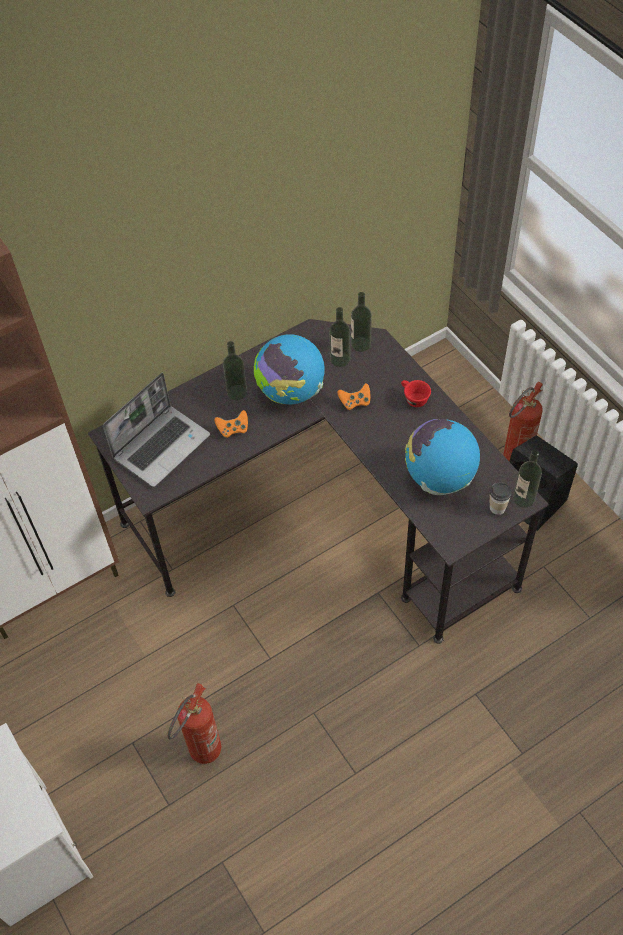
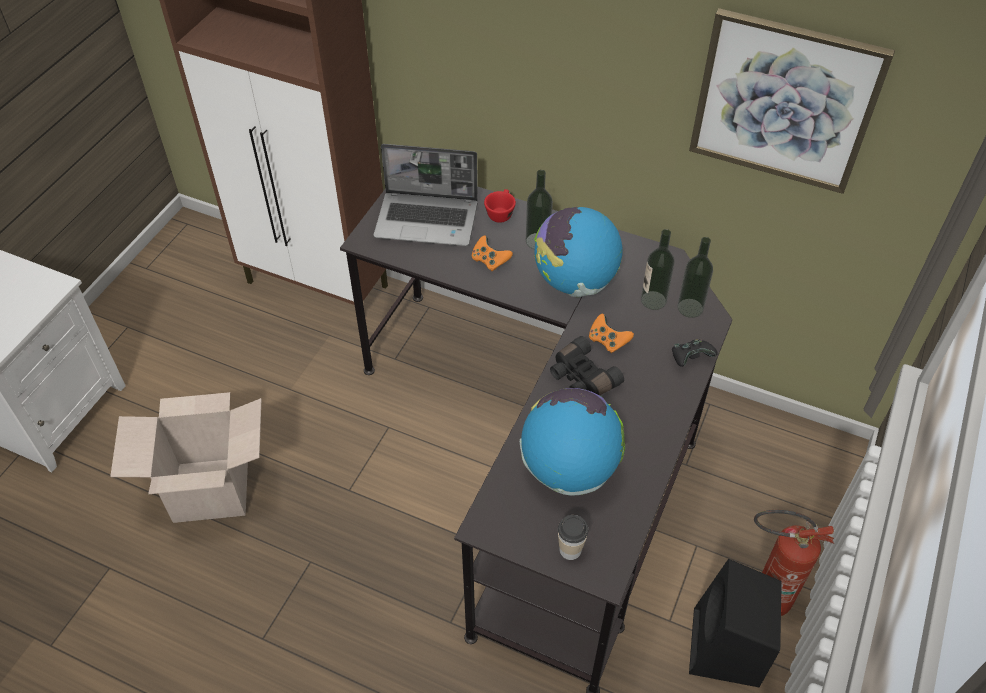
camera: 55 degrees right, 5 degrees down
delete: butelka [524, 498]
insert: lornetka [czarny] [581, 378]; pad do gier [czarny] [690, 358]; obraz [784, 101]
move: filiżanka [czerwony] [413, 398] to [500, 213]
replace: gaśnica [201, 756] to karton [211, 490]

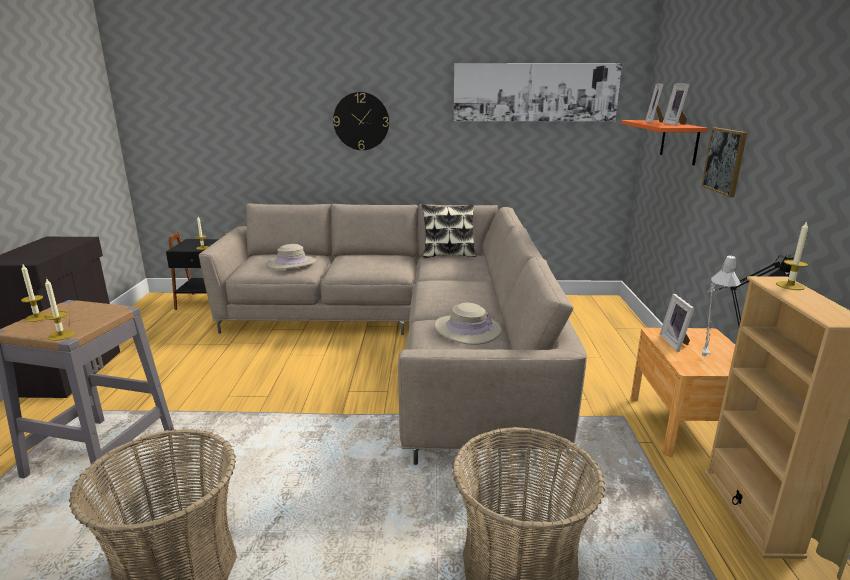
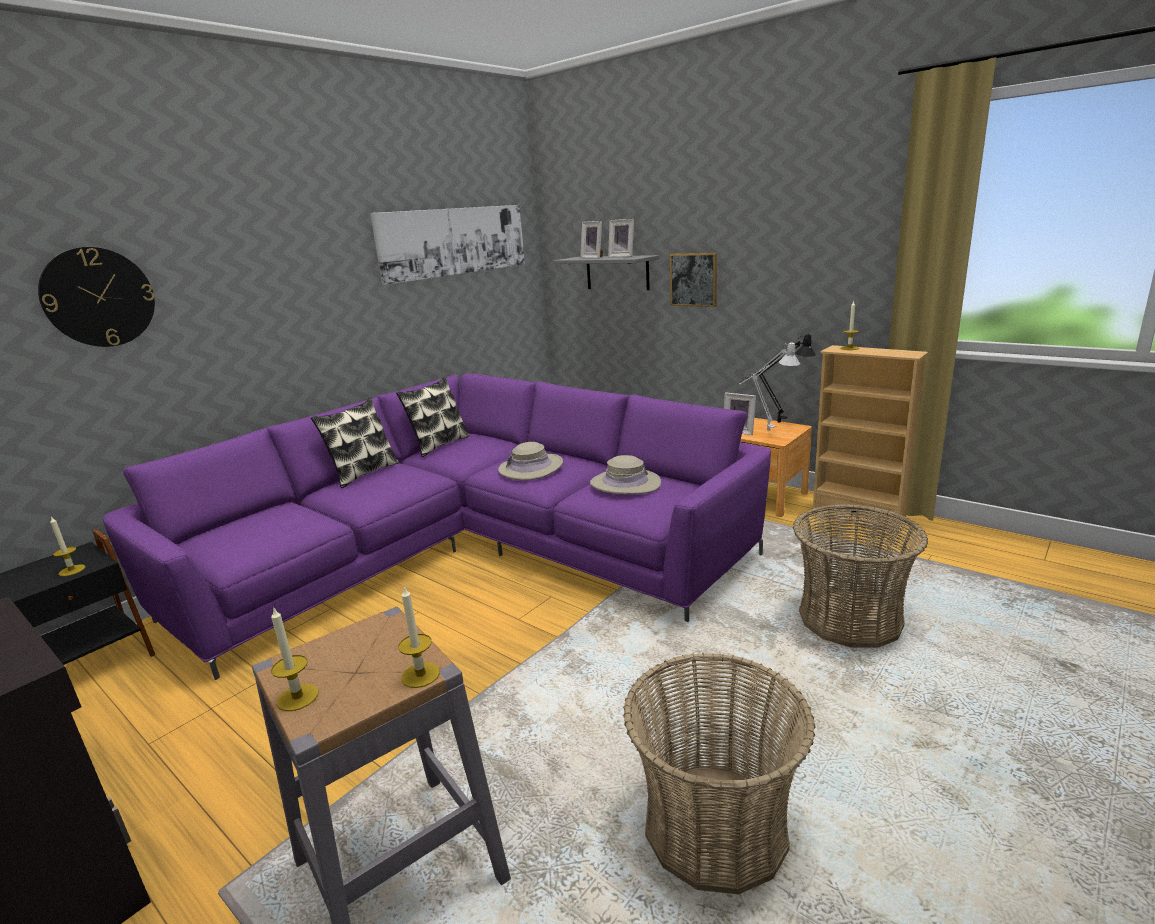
camera: 50 degrees left, 0 degrees up
insert: poduszka [363, 473]
move: kapelusz [beżowy] [292, 263] to [531, 468]; zegar ścienny [361, 121] to [98, 297]
recolor: kanapa [beżowy] [406, 339] to kanapa [fioletowy] [468, 552]; półka [pomarańczowy] [679, 141] to półka [szary] [617, 272]

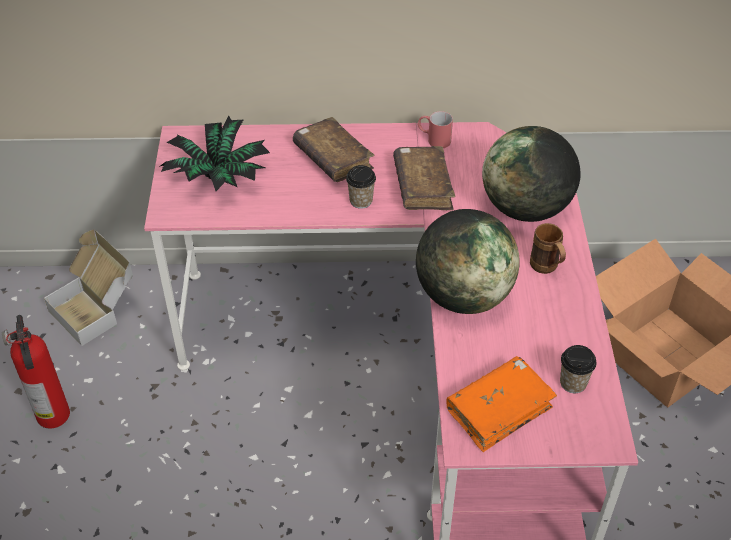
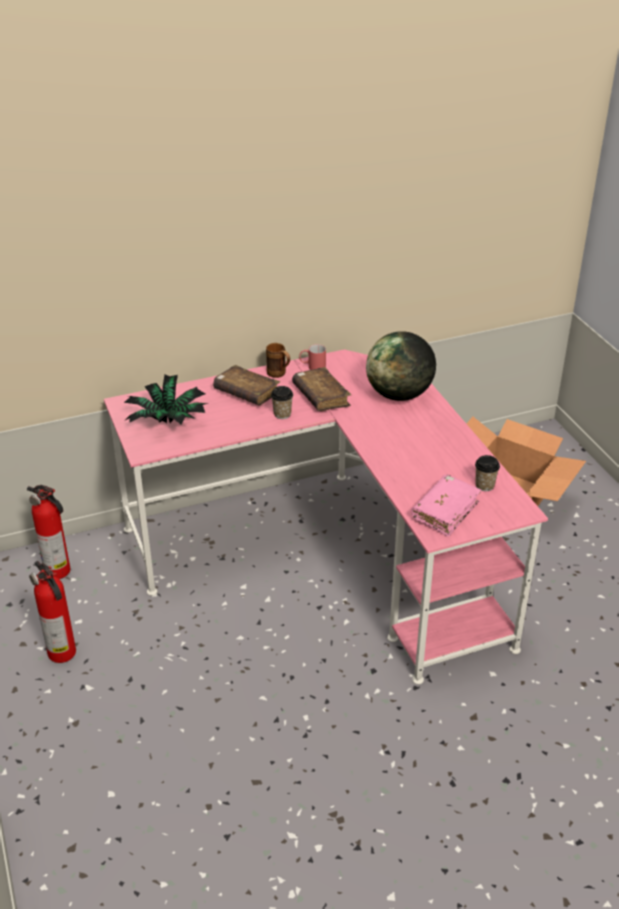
camera: 20 degrees left, 10 degrees down
delete: globus [463, 296]
move: kubek [brązowy] [546, 269] to [279, 375]
replace: karton [97, 309] to gaśnica [59, 571]
recolor: książka [pomarańczowy] [499, 409] to książka [różowy] [445, 511]

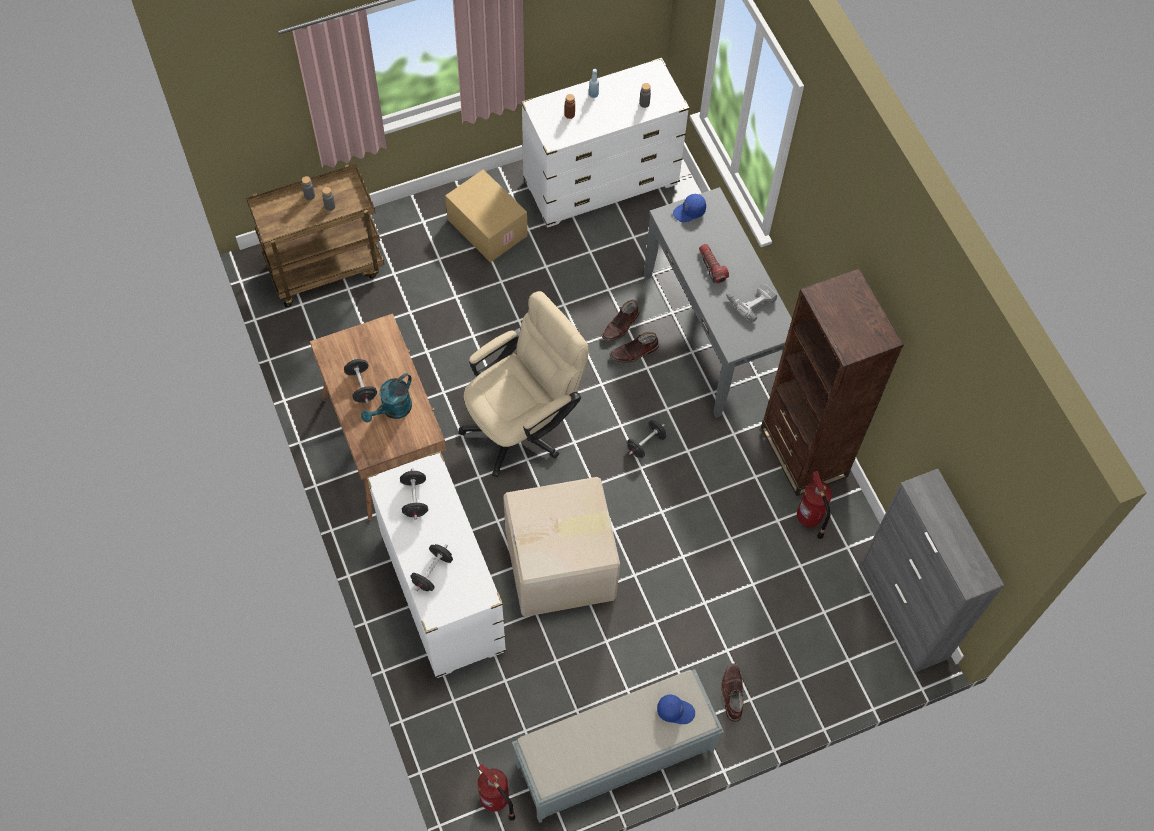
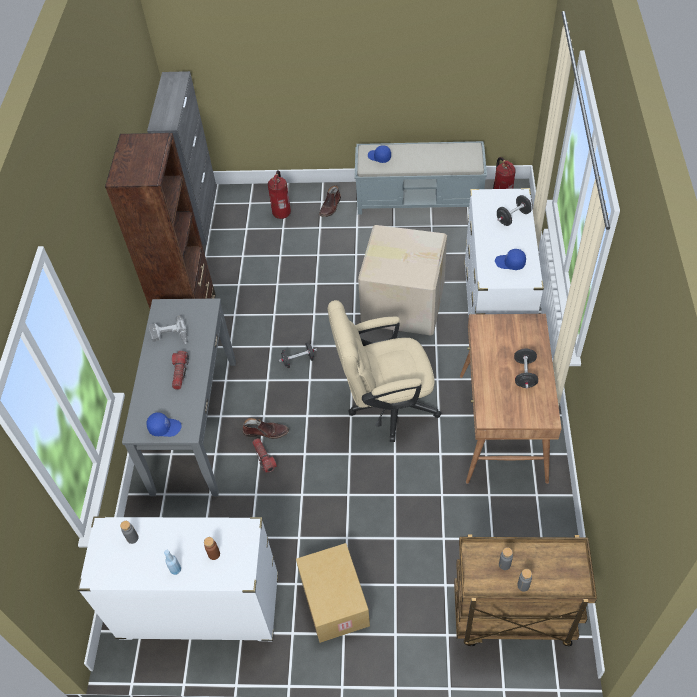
camera: 150 degrees left, 10 degrees down
delete: konewka [turkusowy] [393, 410]
move: gaśnica [809, 518] to [282, 212]
replace: hantel [czarny] [414, 499] to czapka z daszkiem [niebieski] [510, 263]; but z cholewką [brązowy] [621, 325] to latarka [264, 457]

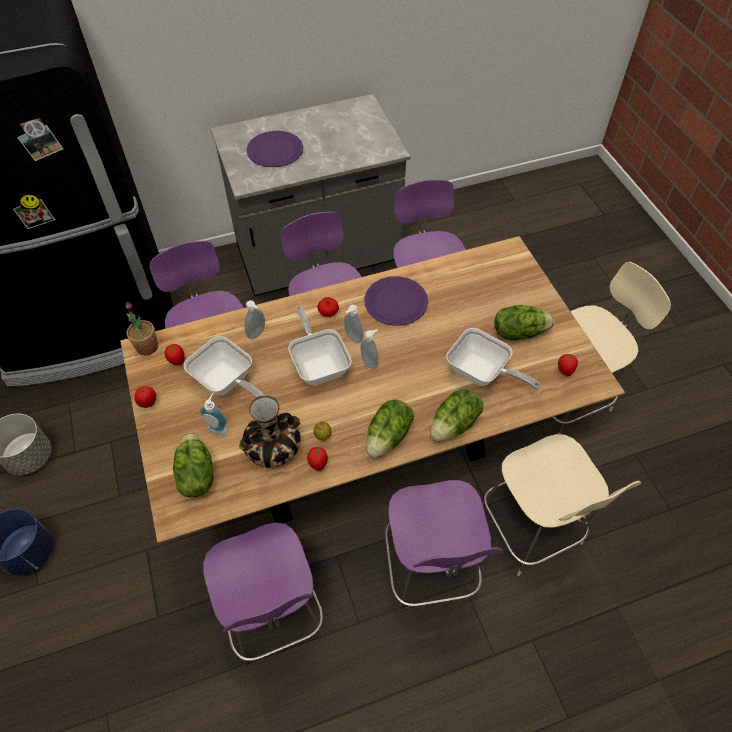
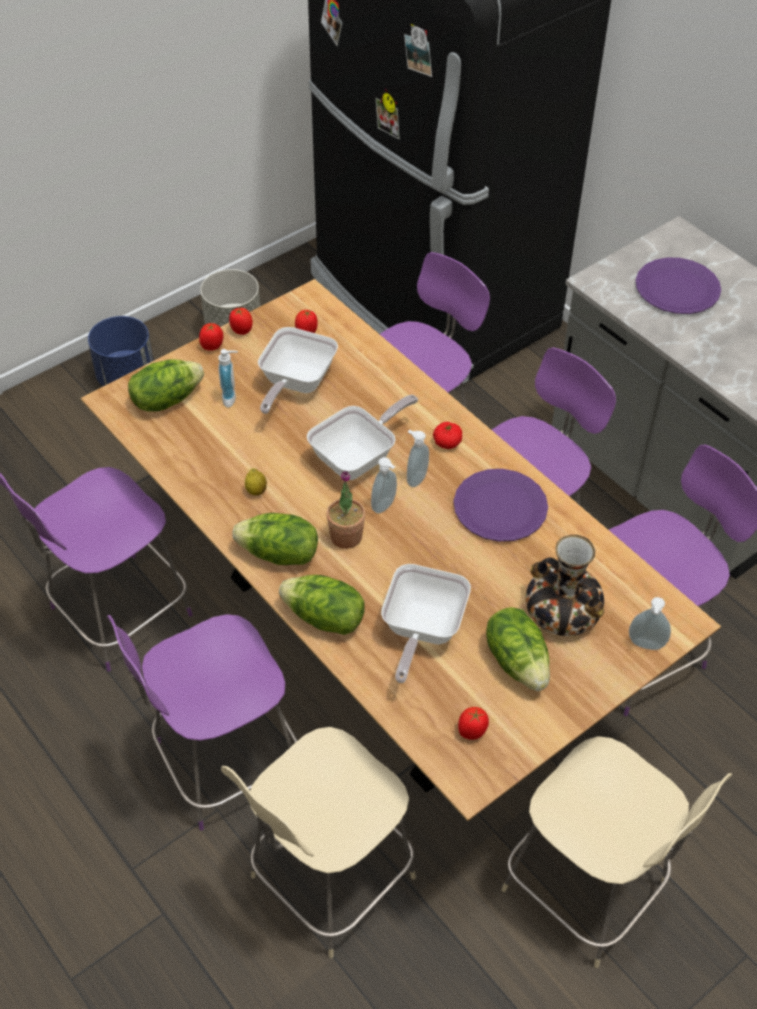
camera: 70 degrees right, 5 degrees down
move: roślina doniczkowa [147, 347] to [346, 536]; wazon [272, 447] to [561, 611]; dozownik mydła [257, 334] to [645, 646]; pomidor [318, 463] to [212, 346]

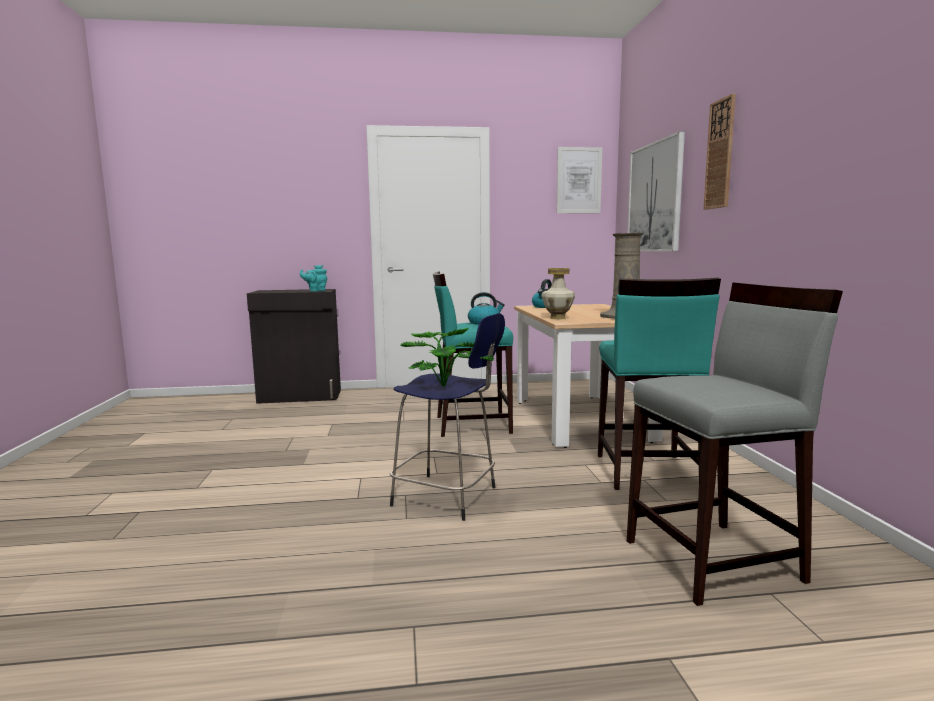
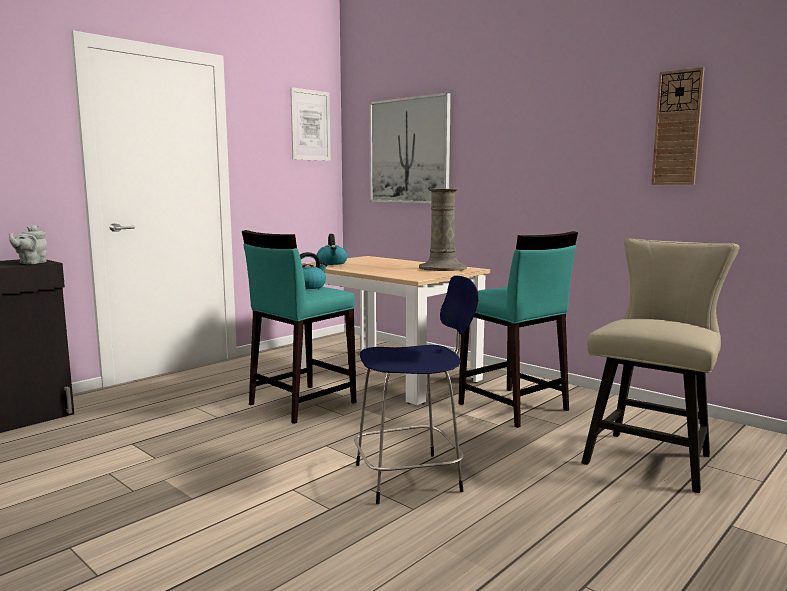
camera: 40 degrees left, 0 degrees up
delete: roślina doniczkowa [447, 385]; wazon [558, 318]
move: zegar ścienny [720, 154] to [677, 128]
replace: stołek [szary] [714, 561] to krzesło [beżowy] [652, 456]
recolor: imbryk [turkusowy] [315, 291] to imbryk [szary] [31, 263]

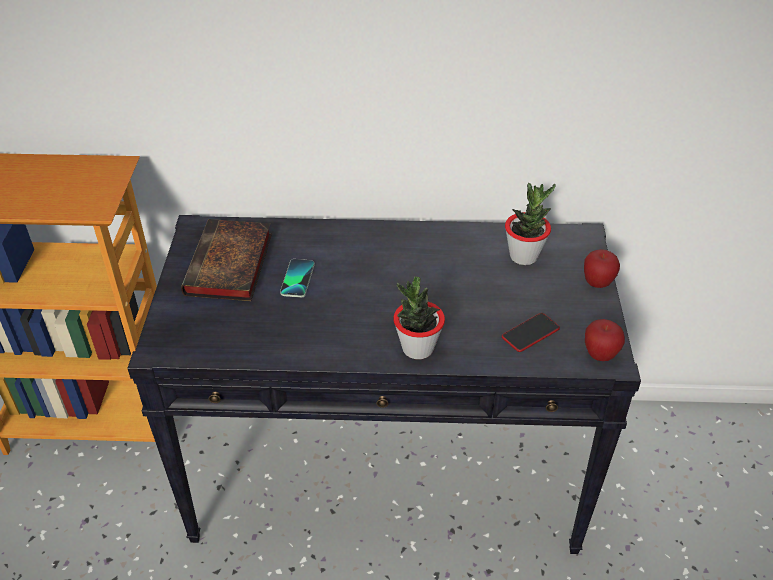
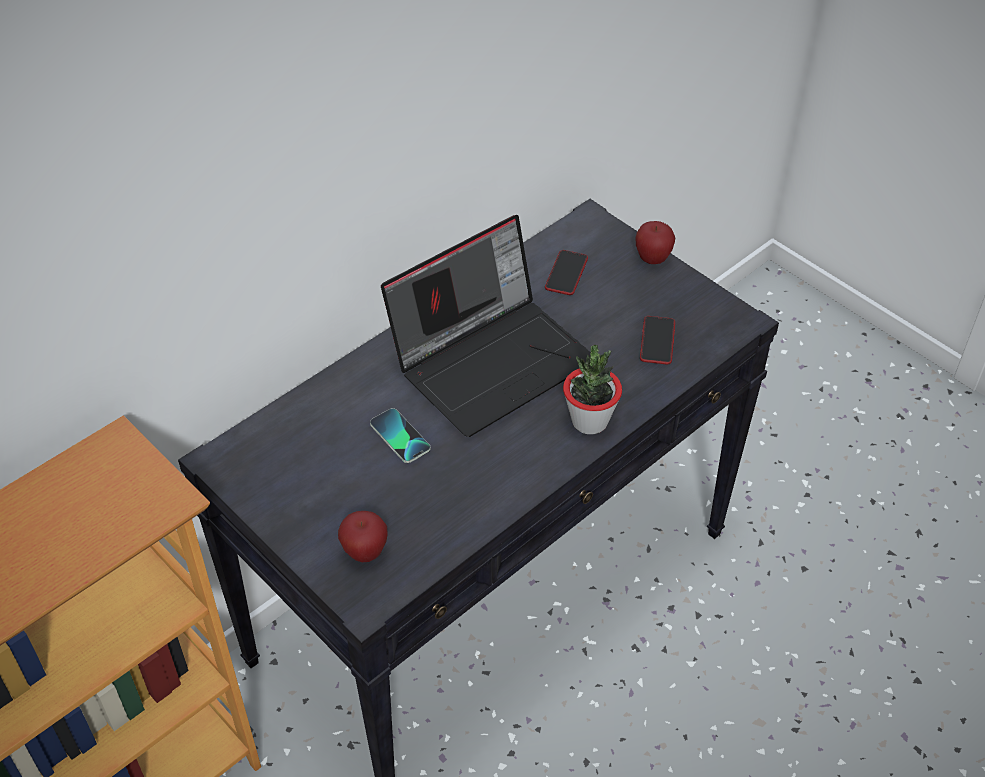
camera: 45 degrees left, 5 degrees up
delete: książka [229, 267]
insert: laptop [492, 360]
move: jabłko [600, 355] to [365, 552]
replace: roślina doniczkowa [524, 256] to telefon [566, 273]

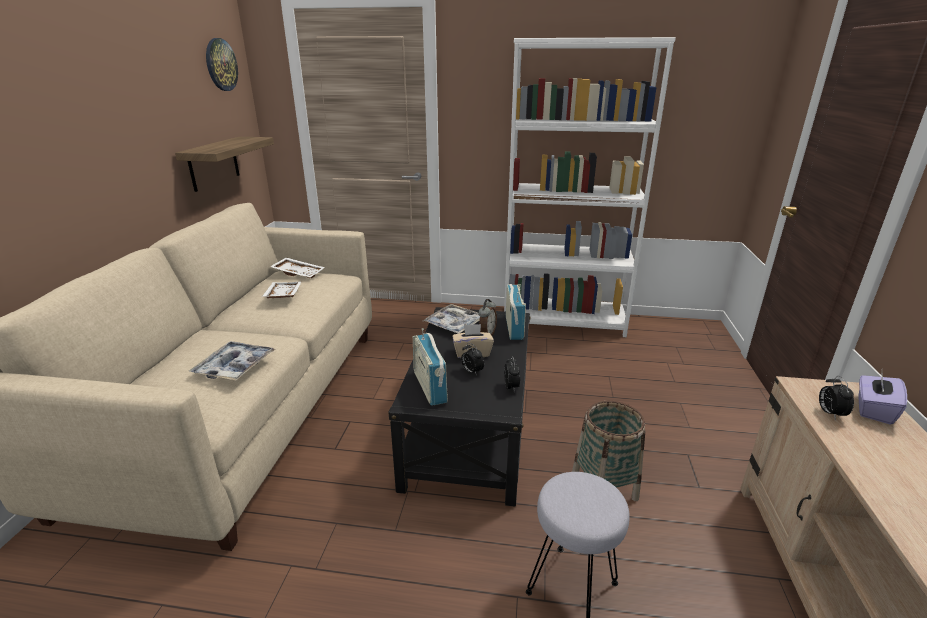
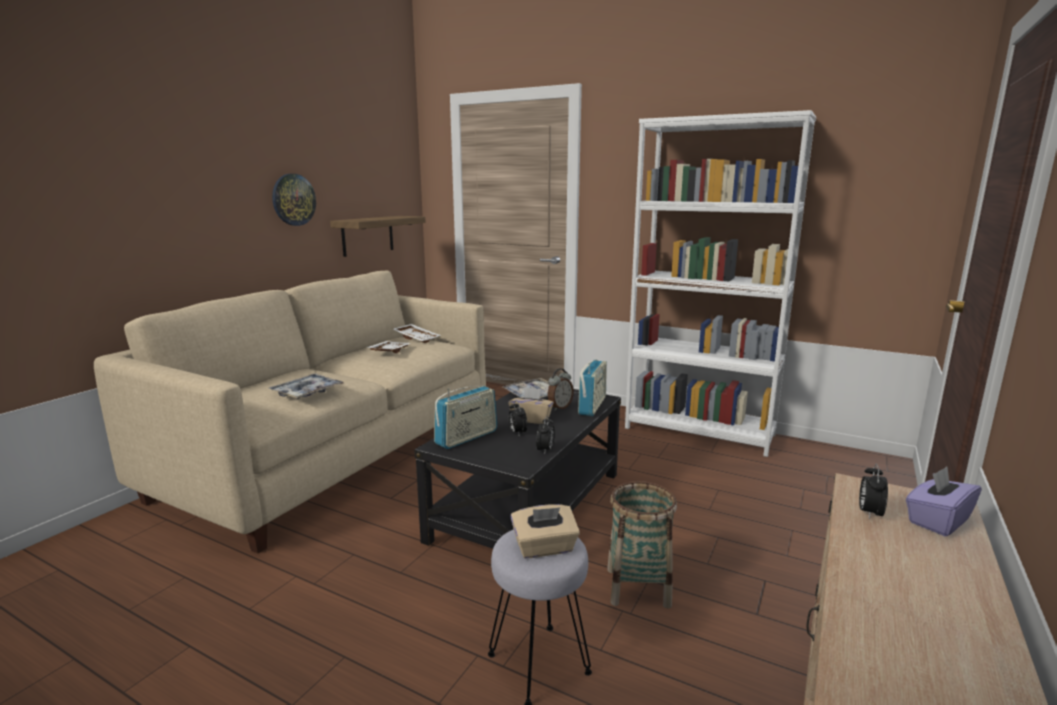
camera: 20 degrees right, 10 degrees down
insert: pudełko chusteczek [beżowy] [544, 548]
move: zegar ścienny [221, 65] to [293, 199]
rotate: radio [430, 387] = [466, 437] 135 degrees counterclockwise

